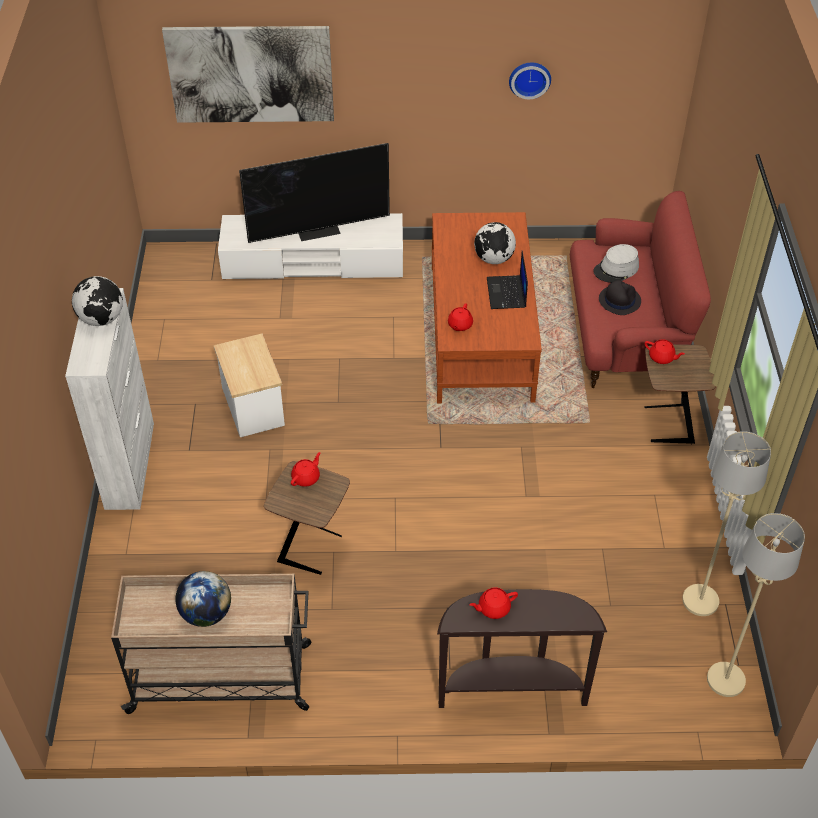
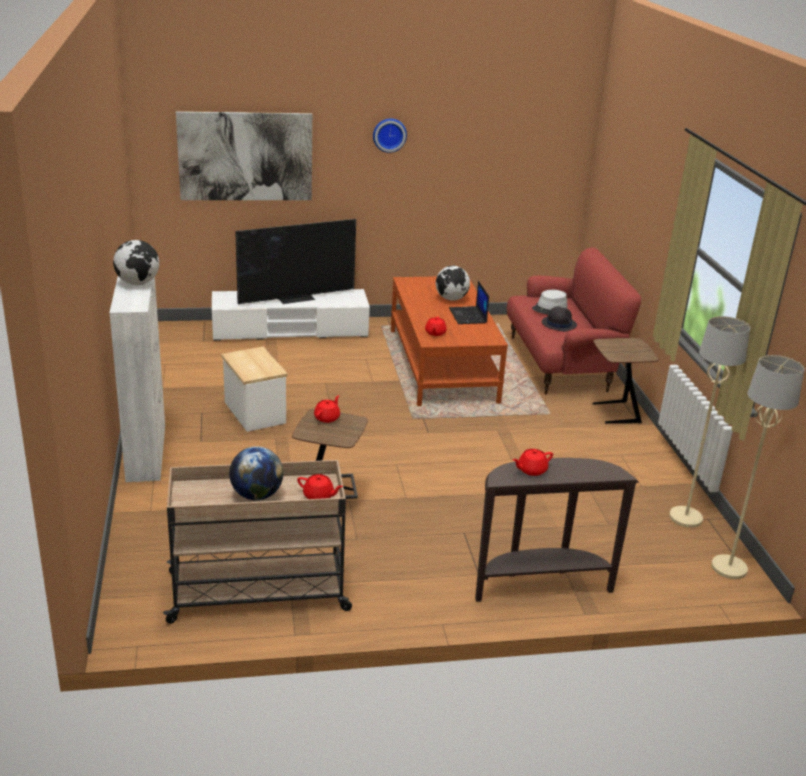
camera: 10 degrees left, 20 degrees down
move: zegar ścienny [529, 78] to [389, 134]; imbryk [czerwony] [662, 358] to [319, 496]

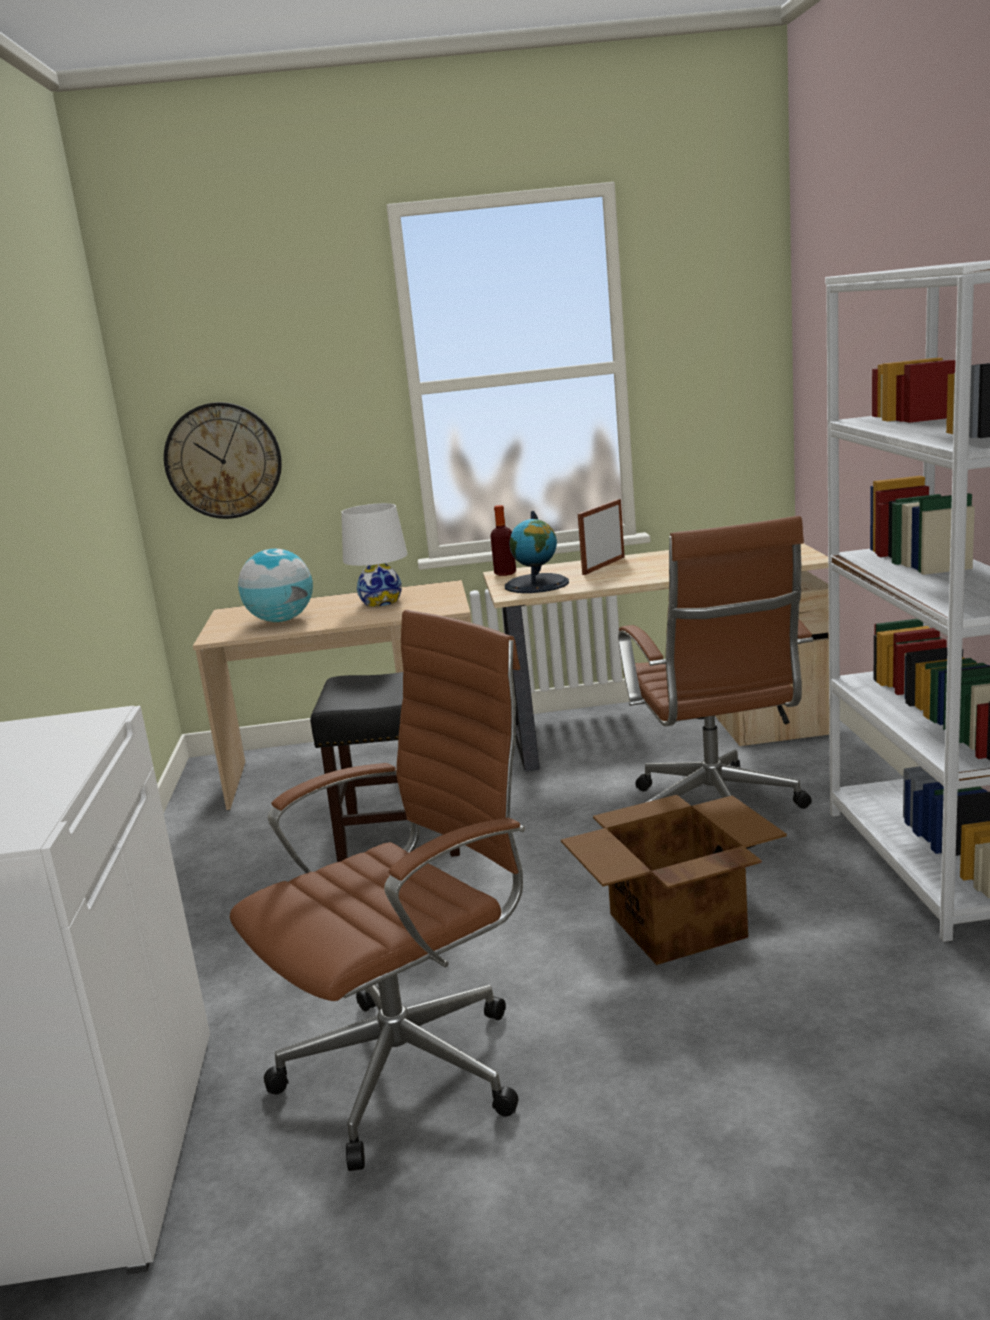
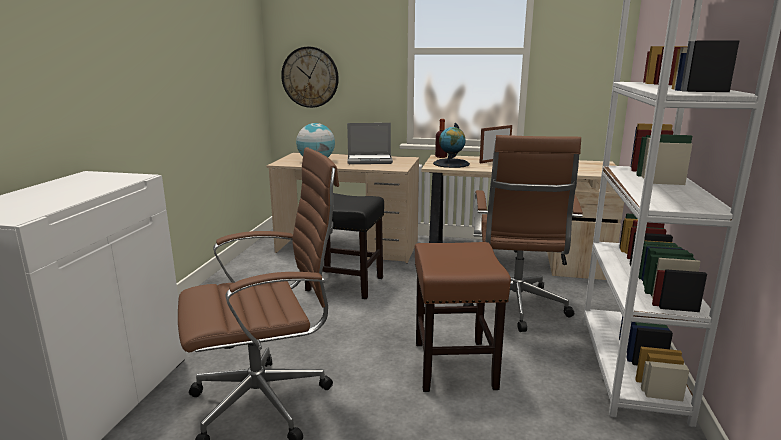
camera: 15 degrees right, 0 degrees up
replace: lampa stołowa [biały] [381, 602] to laptop [370, 160]; karton [675, 925] to stołek [brązowy] [453, 364]

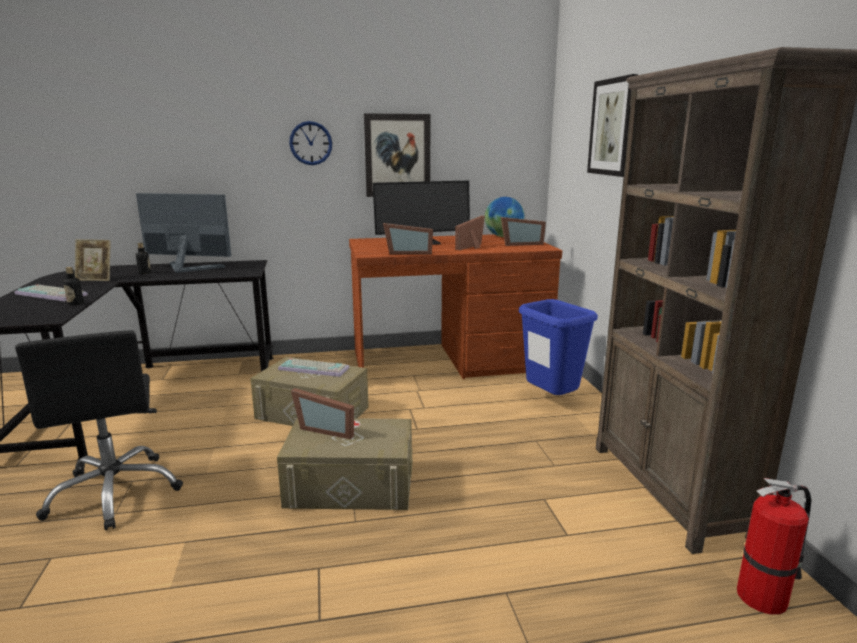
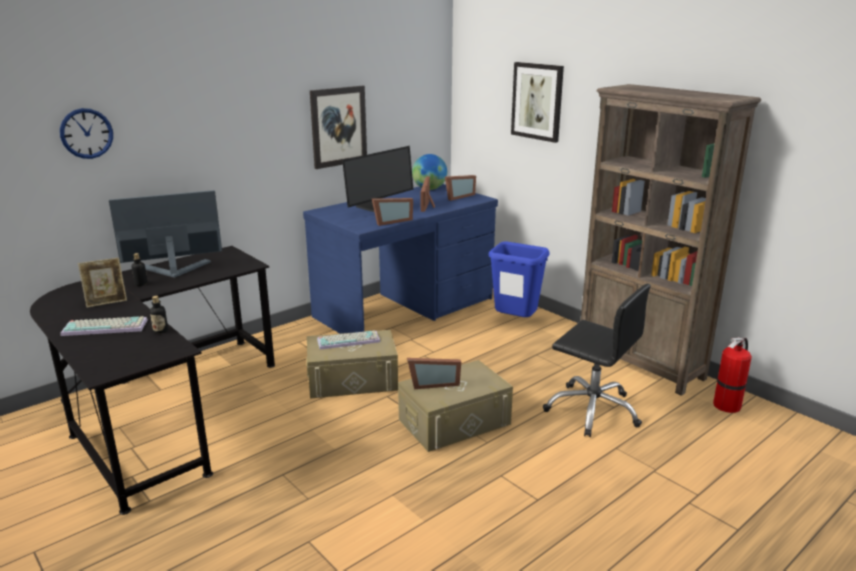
camera: 30 degrees left, 5 degrees up
move: krzesło biurowe [czarny] [115, 492] to [592, 410]; zegar ścienny [311, 143] to [86, 133]
recolor: biurko [brązowy] [449, 361] to biurko [niebieski] [405, 308]

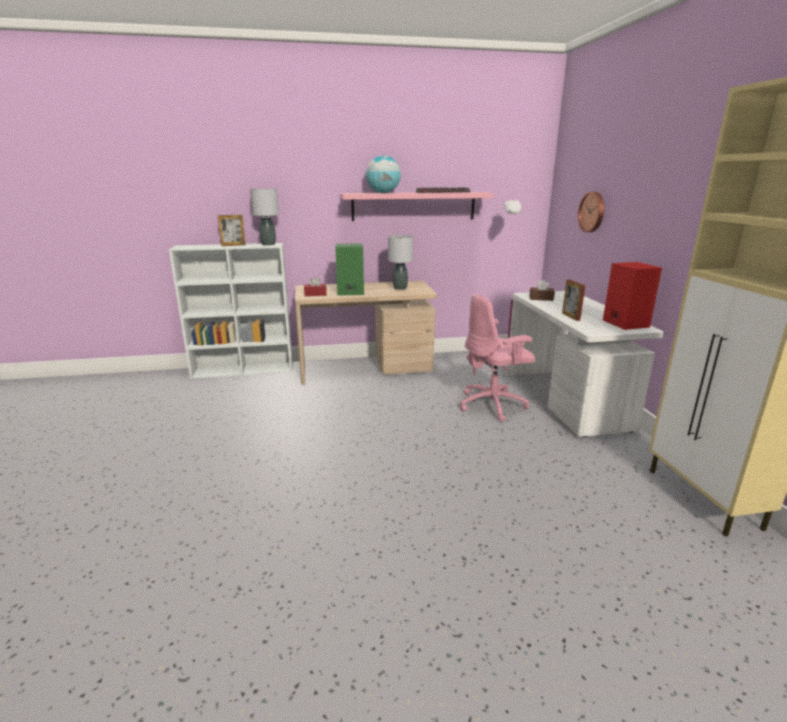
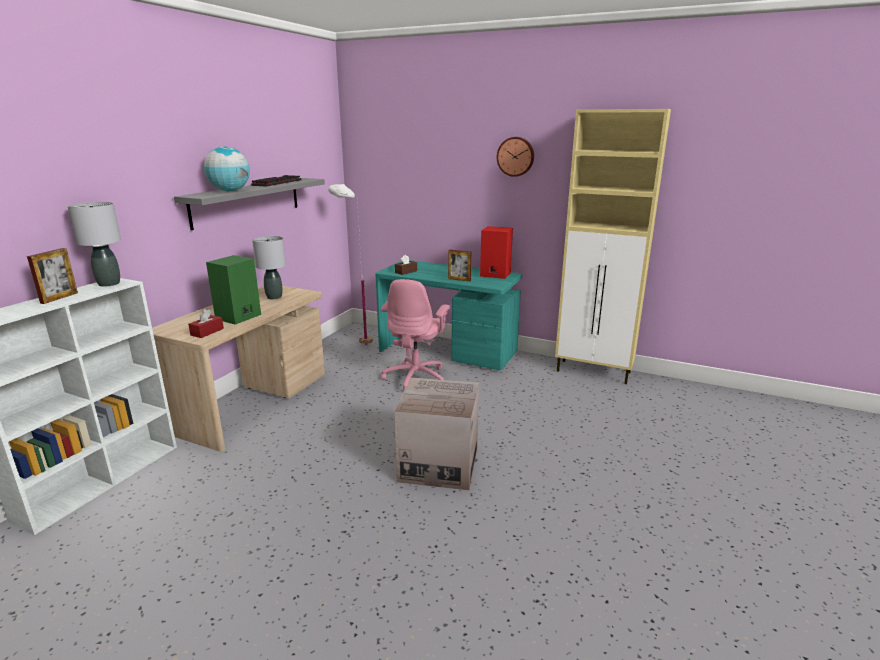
camera: 55 degrees left, 0 degrees up
insert: karton [438, 464]
move: zegar ścienny [592, 212] to [515, 156]
recolor: półka [różowy] [413, 206] to półka [szary] [247, 201]; biurko [biały] [566, 400] to biurko [turkusowy] [448, 351]

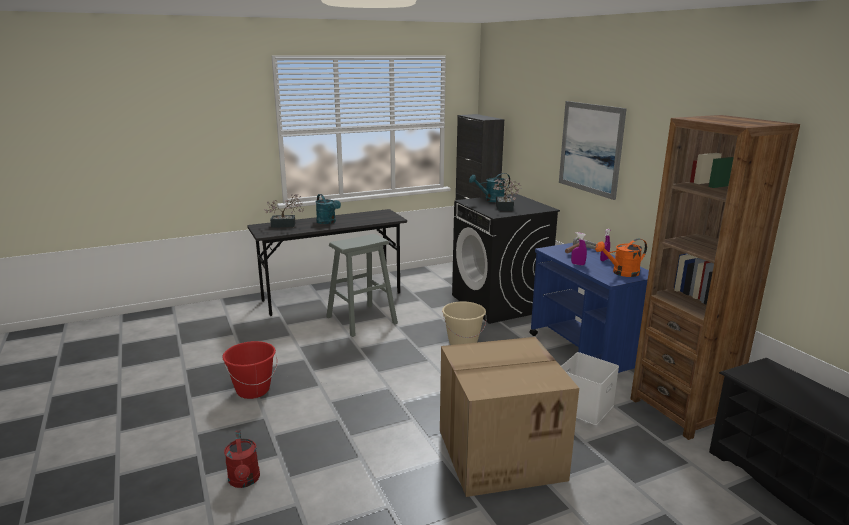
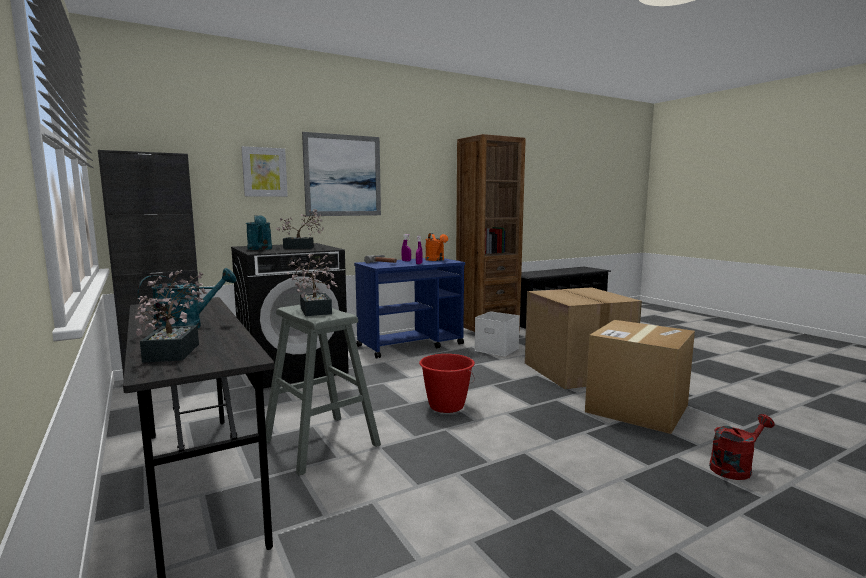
camera: 95 degrees left, 10 degrees down
delete: wiadro [beżowy] [463, 343]
insert: obraz [264, 172]; roślina doniczkowa [315, 310]; karton [637, 408]
move: wiadro [czerwony] [253, 390] to [446, 406]

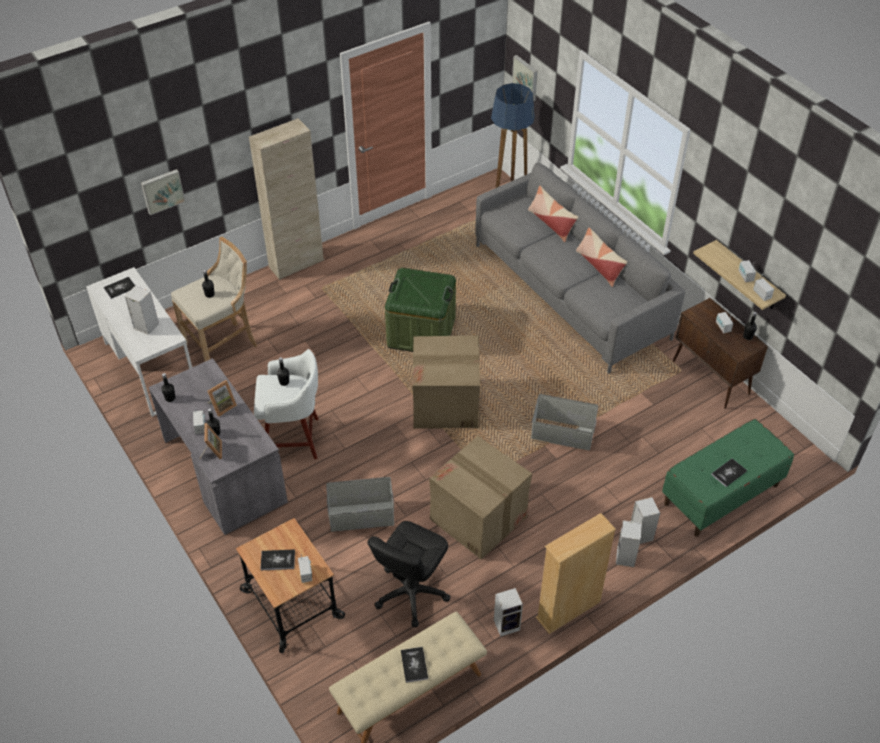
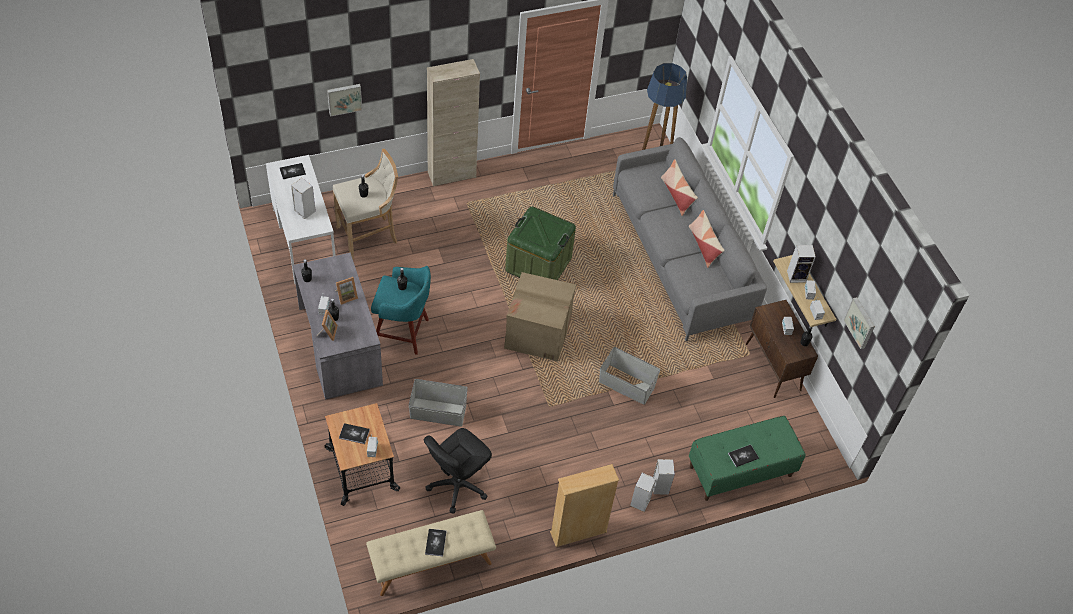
camera: 10 degrees right, 5 degrees up
delete: karton [479, 518]
move: głośnik [507, 624] to [797, 276]; obraz [526, 77] to [860, 322]
recolor: stołek [biały] [293, 439] to stołek [turkusowy] [403, 333]

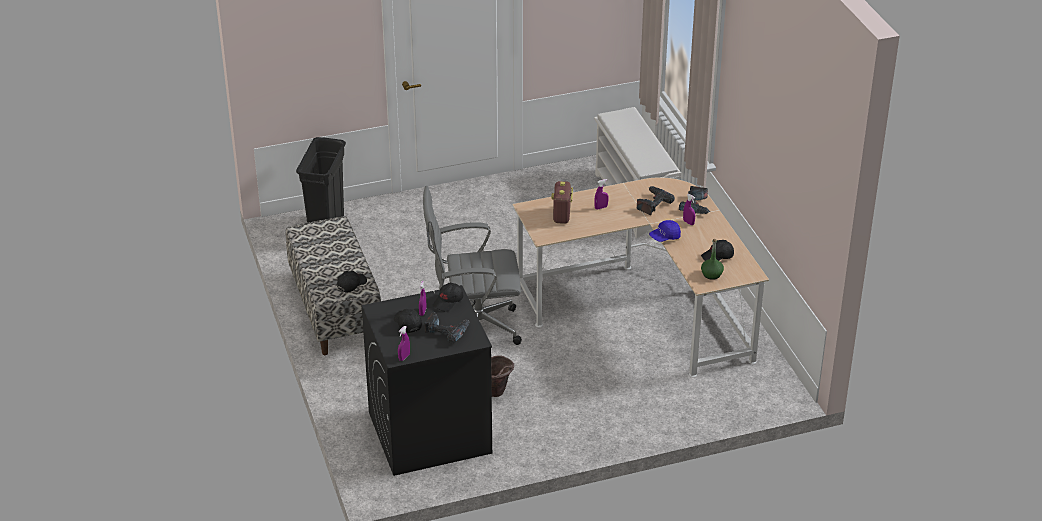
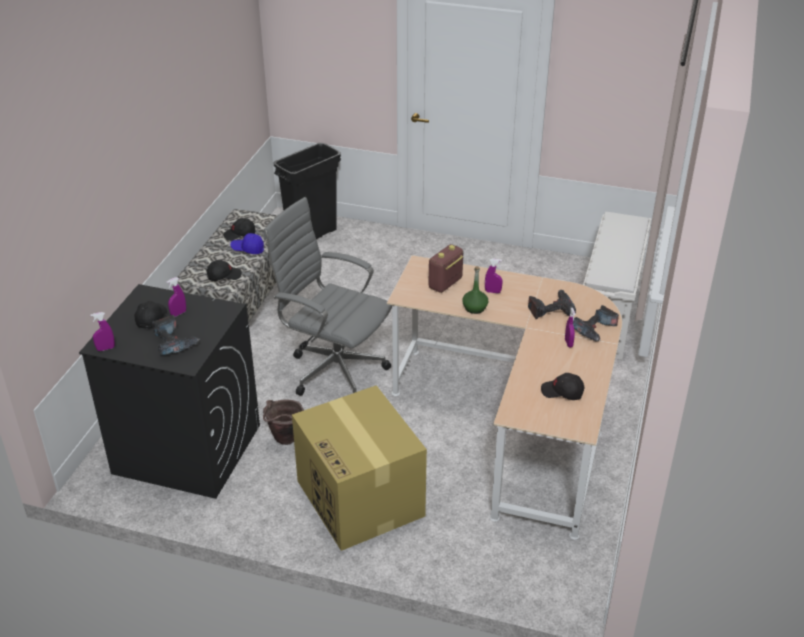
camera: 35 degrees right, 0 degrees up
insert: karton [361, 499]
move: czapka z daszkiem [czarny] [448, 301] to [240, 234]; czapka z daszkiem [niebieski] [665, 237] to [248, 249]; butelka [zielony] [712, 274] to [475, 308]

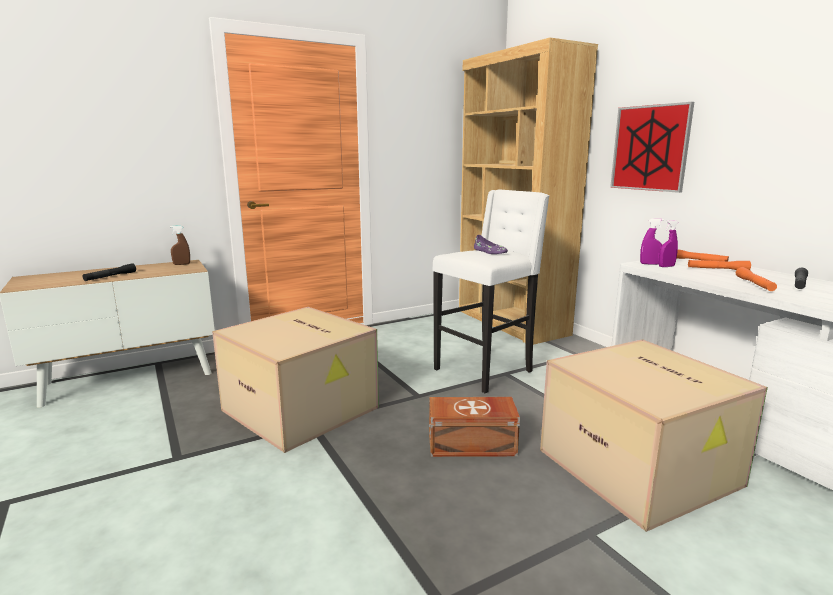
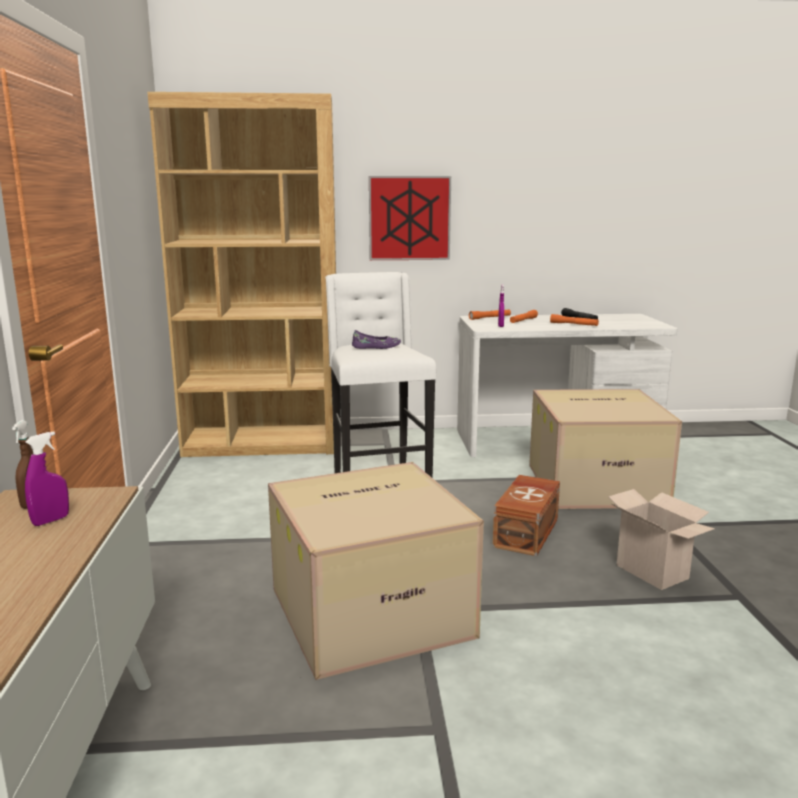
camera: 65 degrees left, 0 degrees up
delete: latarka [czarny] [110, 277]
insert: karton [655, 572]
move: spryskiwacz [fioletowy] [649, 264] to [51, 520]

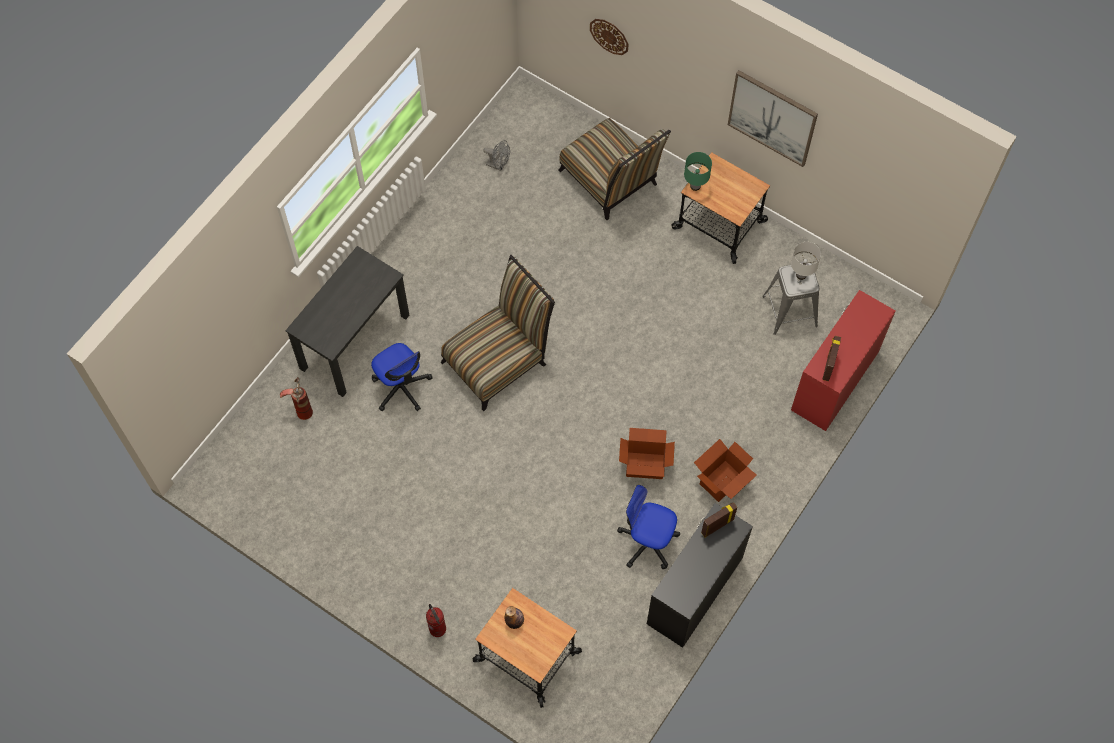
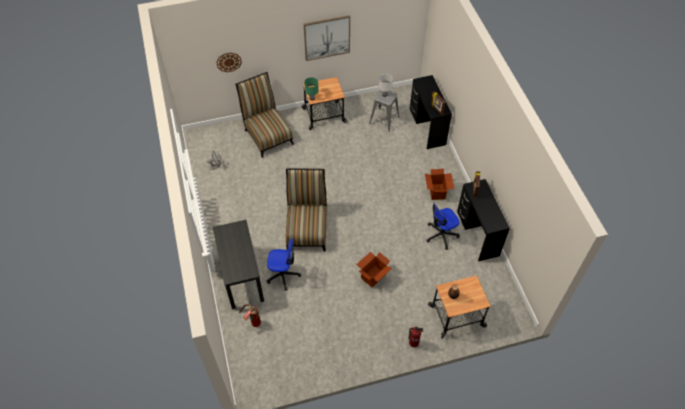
camera: 50 degrees left, 10 degrees down
move: karton [644, 465] to [373, 276]
recolor: biurko [czerwony] [835, 381] to biurko [czarny] [427, 127]
rotate: krzesło [611, 182] = [267, 135] 120 degrees counterclockwise

